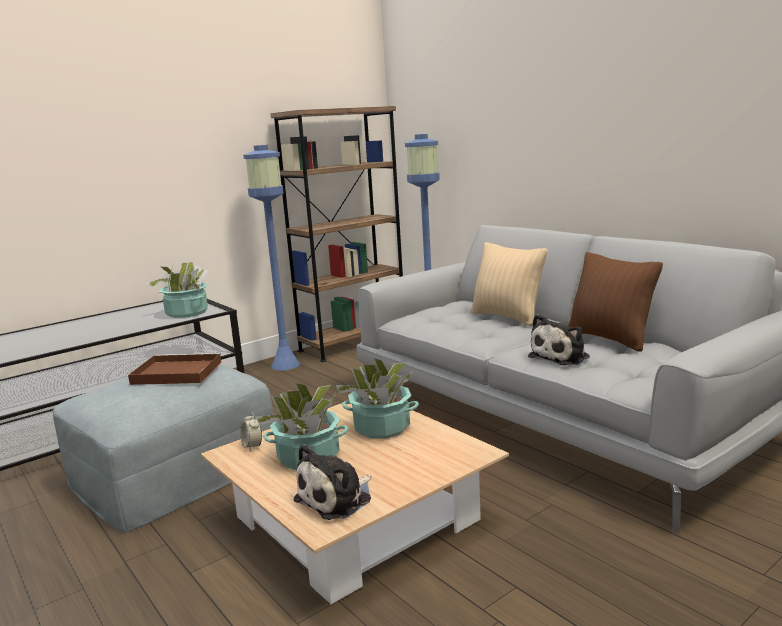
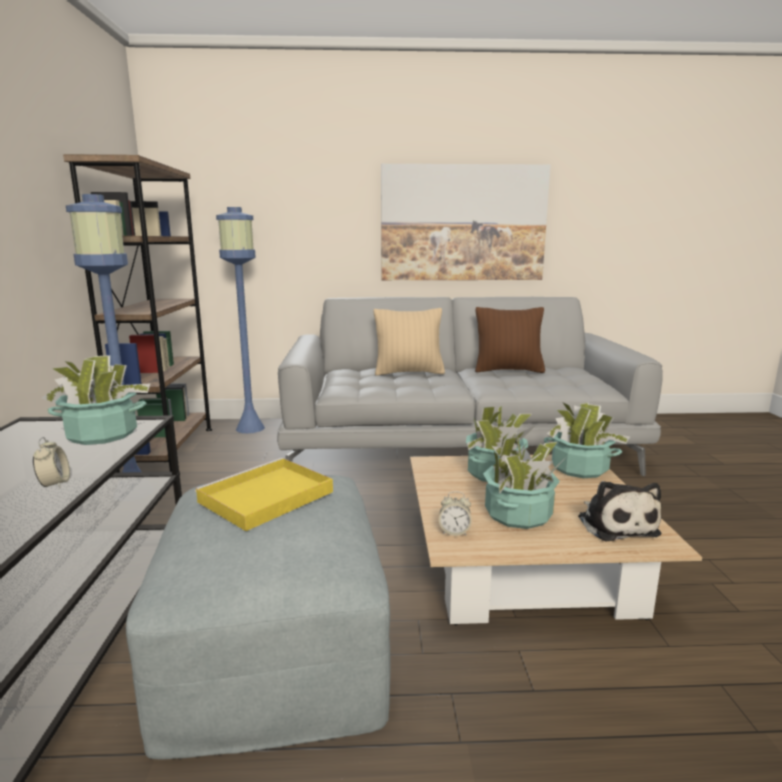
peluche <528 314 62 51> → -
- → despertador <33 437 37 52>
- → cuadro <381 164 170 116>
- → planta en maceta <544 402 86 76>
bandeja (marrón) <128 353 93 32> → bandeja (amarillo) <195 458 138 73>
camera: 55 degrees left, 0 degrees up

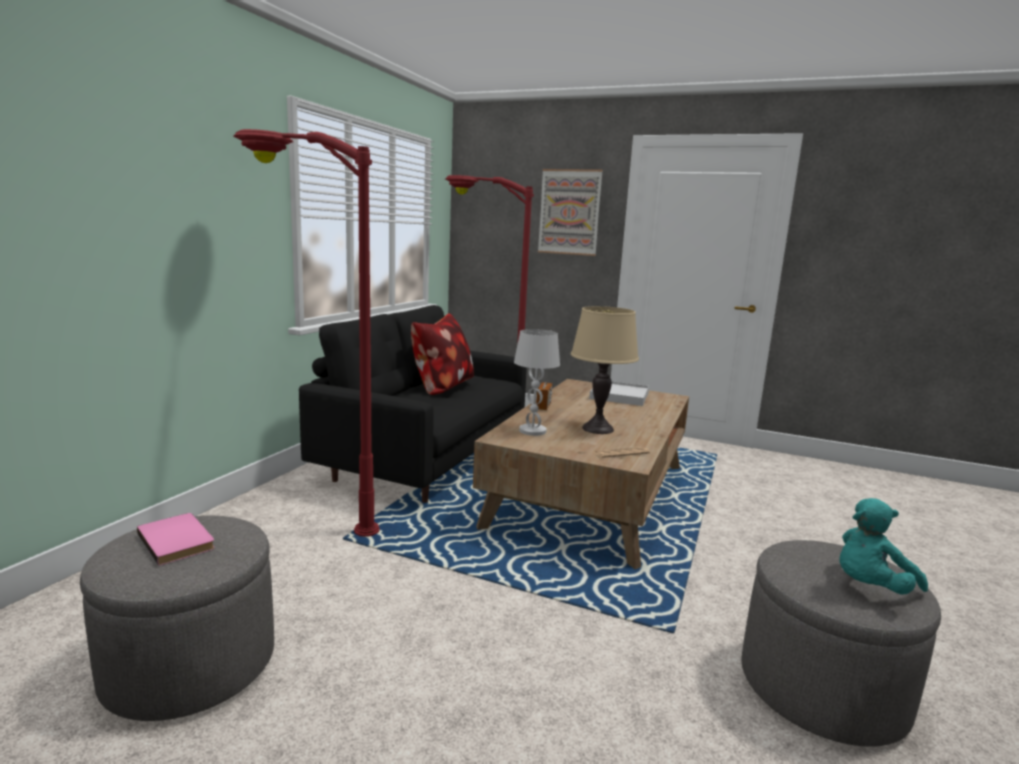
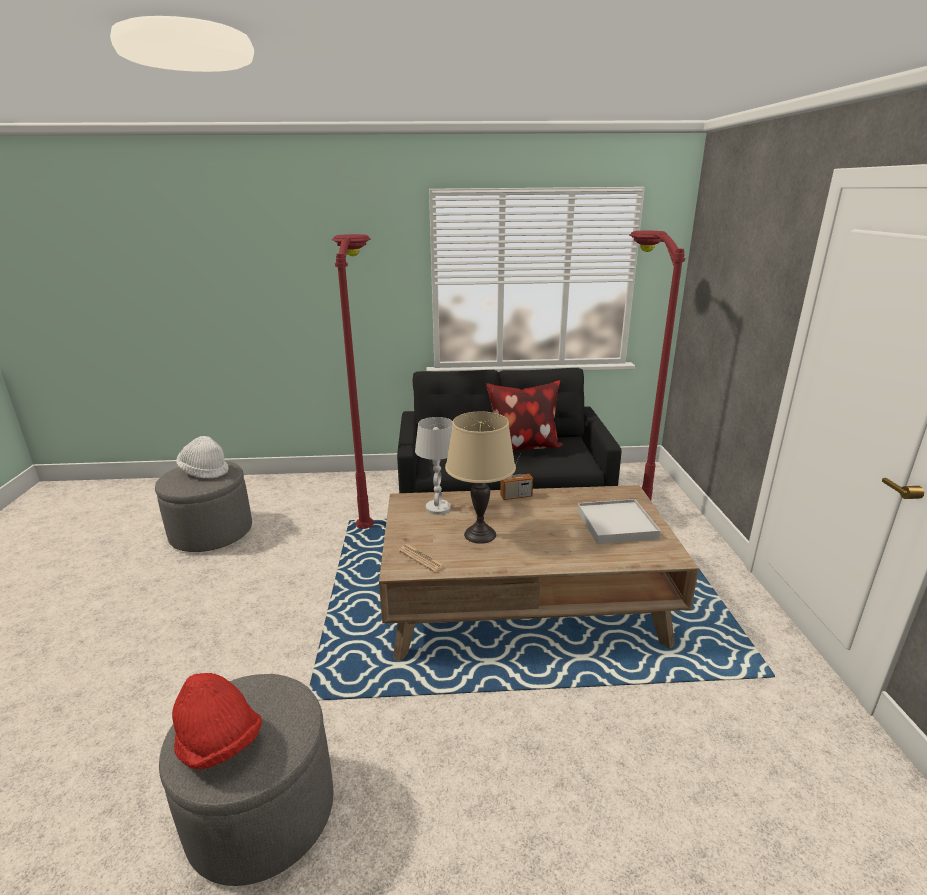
cuadro <538 169 65 87> → -
libro (rosa) <137 513 78 53> → sombrero (blanco) <176 436 53 43>
peluche (turquesa) <839 498 89 97> → sombrero (rojo) <172 673 90 97>
camera: 65 degrees right, 10 degrees up

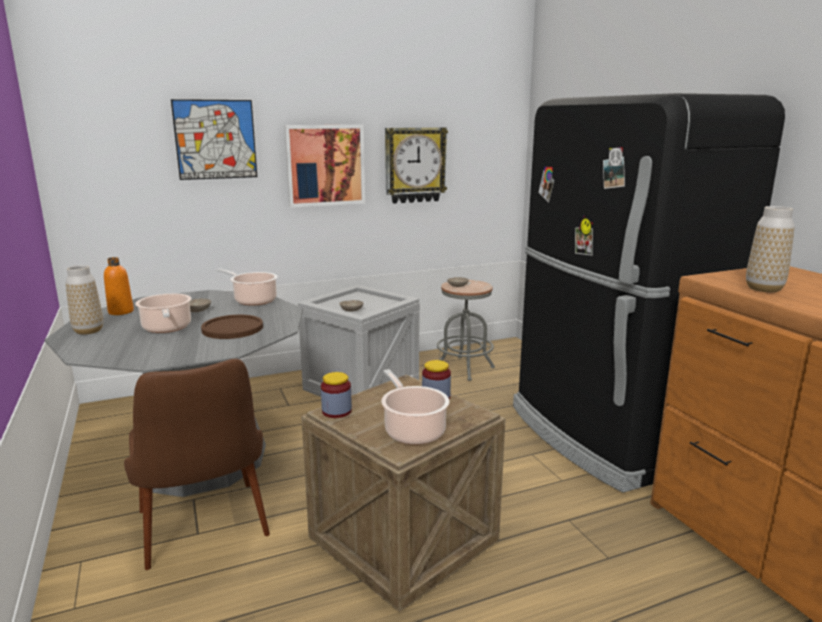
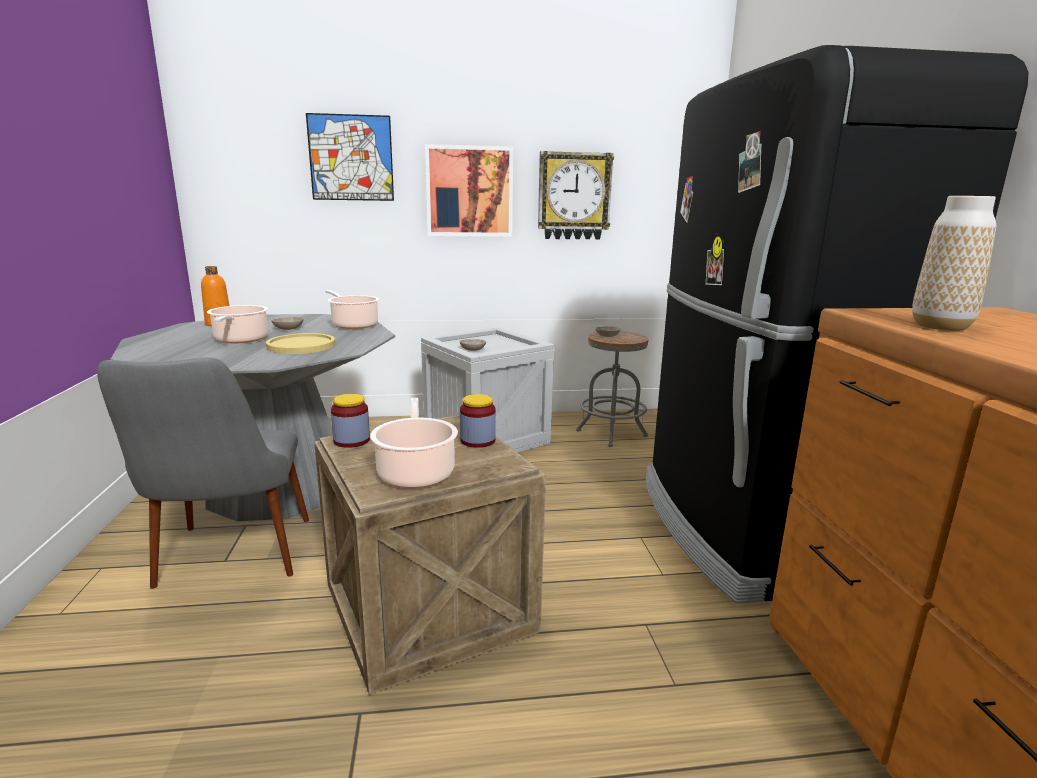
florero <66 265 37 70> → -
silla (marrón) <124 359 146 211> → silla (gris) <97 357 212 232>
plato (marrón) <201 315 62 24> → plato (amarillo) <266 333 69 21>
camera: 15 degrees right, 0 degrees up

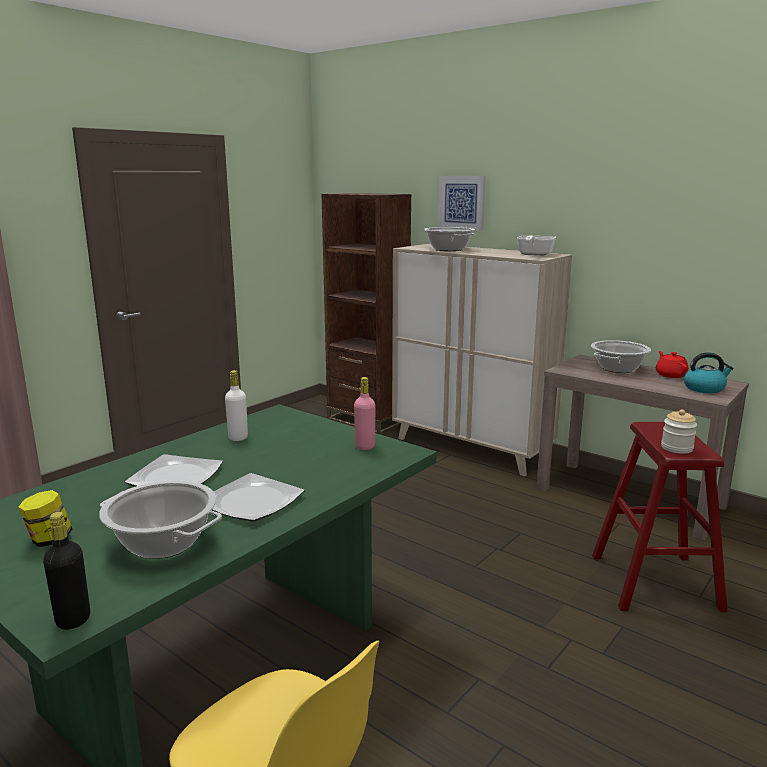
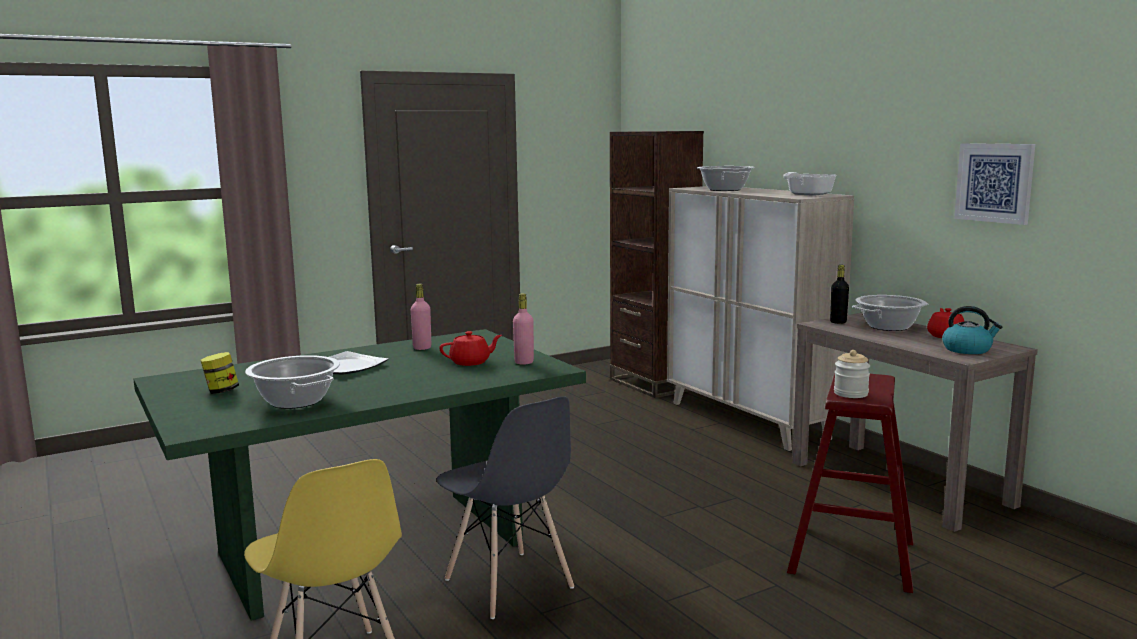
plato <212 473 92 48> → -
- → silla (gris) <437 396 137 223>
- → tetera (rojo) <439 331 63 35>
botella (negro) <43 512 47 118> → botella (negro) <830 265 19 59>, shifted
cuadro <438 176 48 55> → cuadro <954 143 81 82>, shifted
botella (blanco) <225 370 23 71> → botella (rosa) <411 284 20 66>
camera: 20 degrees right, 5 degrees down

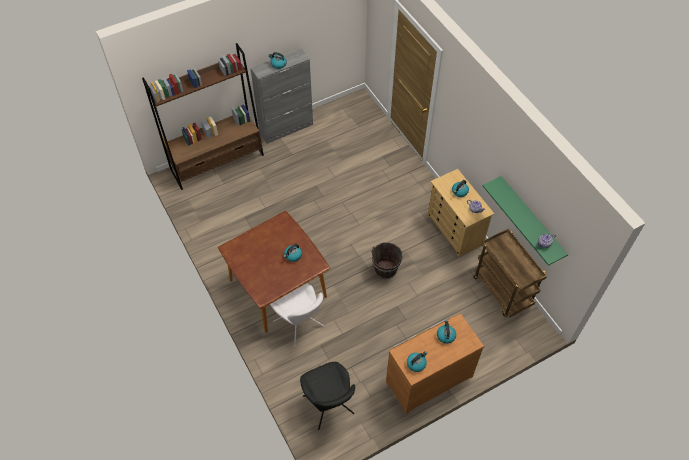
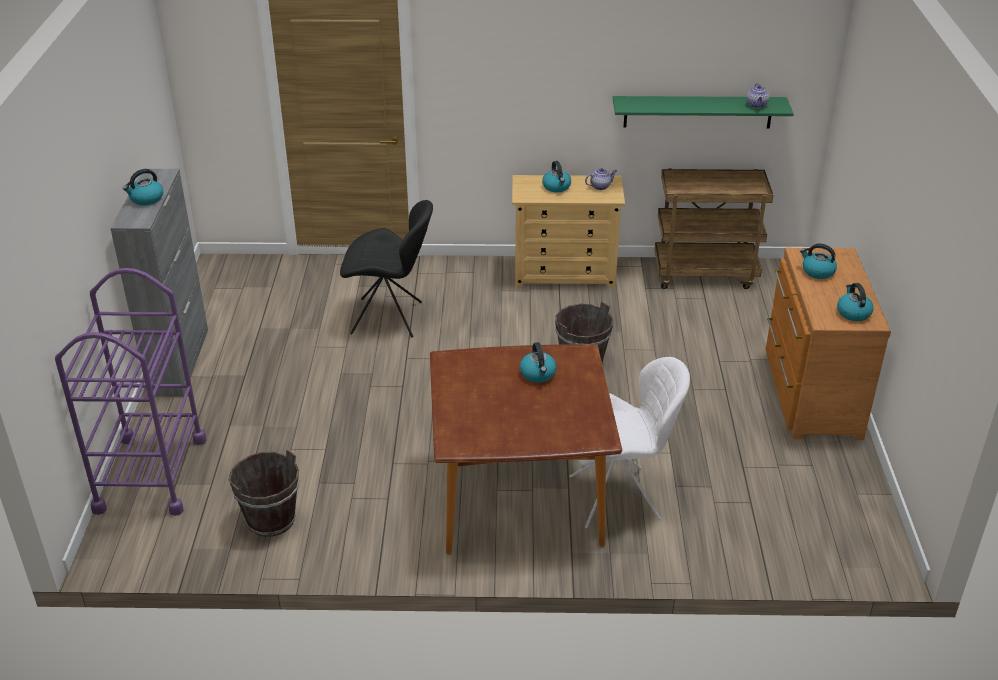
- → cubo (marrón) <229 449 71 88>
silla (negro) <300 362 55 68> → silla (negro) <340 200 93 137>, shifted
estantería (marrón) <142 43 122 147> → carrito (morado) <55 268 152 248>
camera: 60 degrees left, 20 degrees down

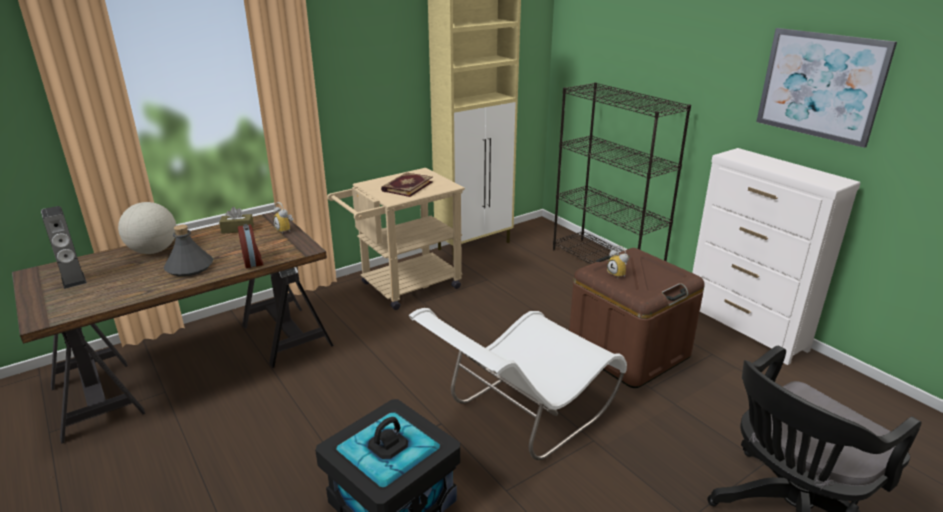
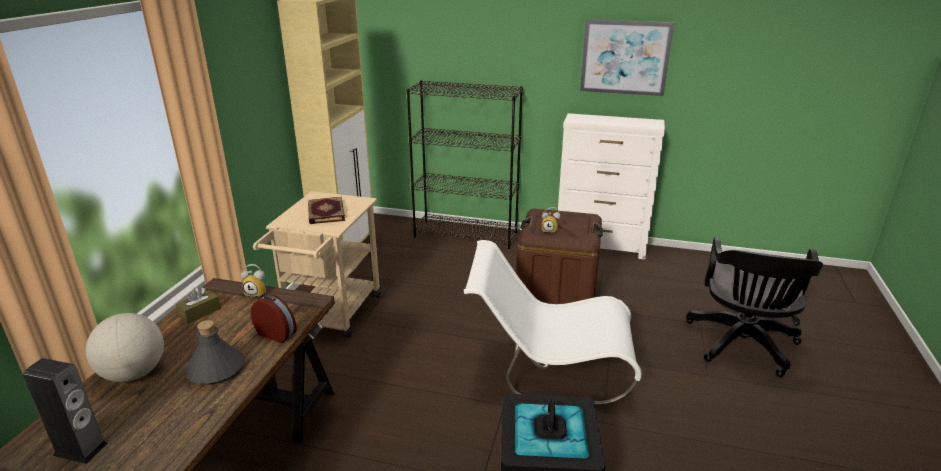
silla (blanco) <409 308 218 152> → silla (blanco) <464 240 178 165>, 90 degrees clockwise
camera: 40 degrees left, 0 degrees up

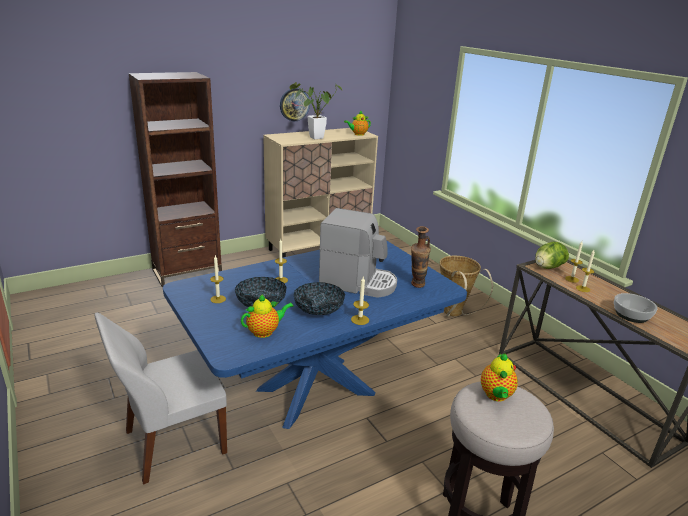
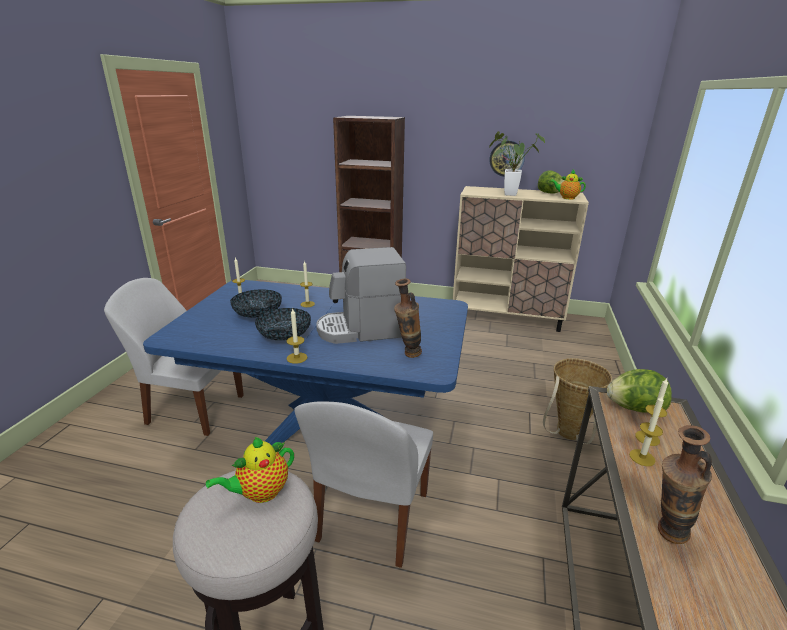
tetera <241 294 52 44> → -
- → silla (blanco) <294 401 139 167>
- → lechuga <538 170 27 24>
cuenco <614 293 44 30> → florero <658 425 54 119>
cafetera <319 208 78 90> → cafetera <316 247 90 97>, 105 degrees clockwise
camera: 45 degrees right, 0 degrees up

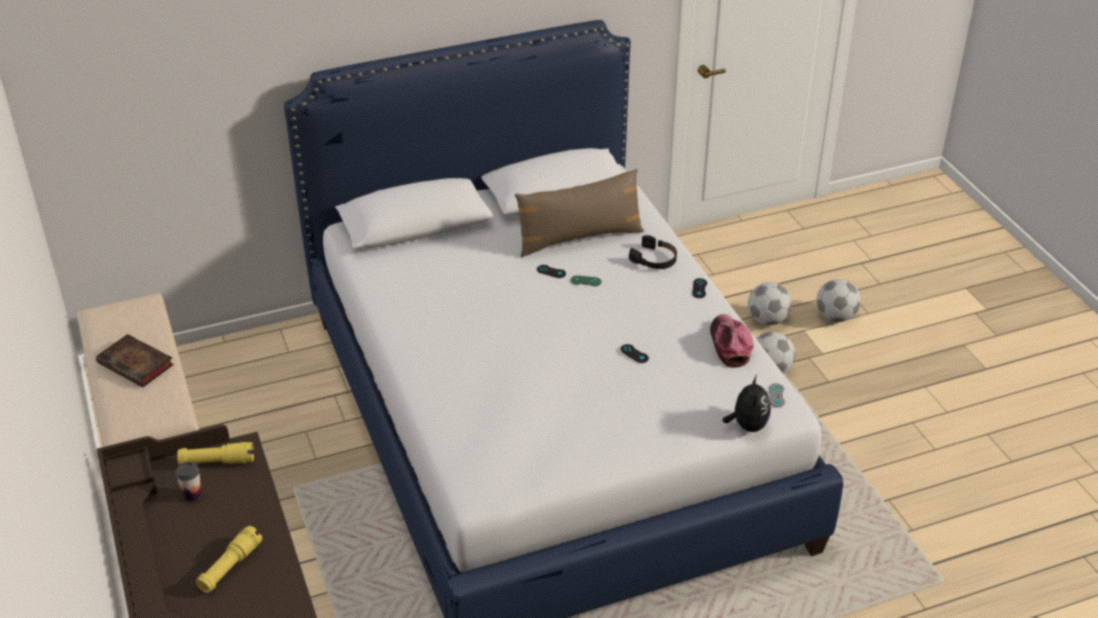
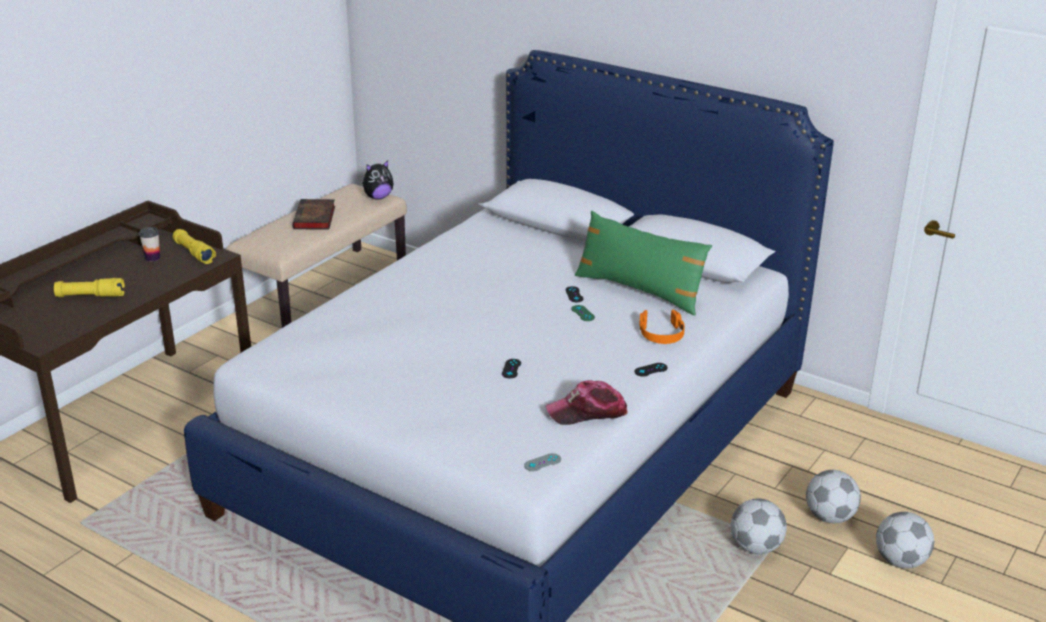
peluche <722 375 49 57> → peluche <363 160 31 40>, shifted
cojín (marrón) <515 169 129 88> → cojín (verde) <575 211 137 104>
auriculares (negro) <629 235 48 34> → auriculares (naranja) <639 309 46 35>
gorra <710 314 44 54> → gorra <545 380 82 45>, 150 degrees counterclockwise
camera: 55 degrees right, 10 degrees down

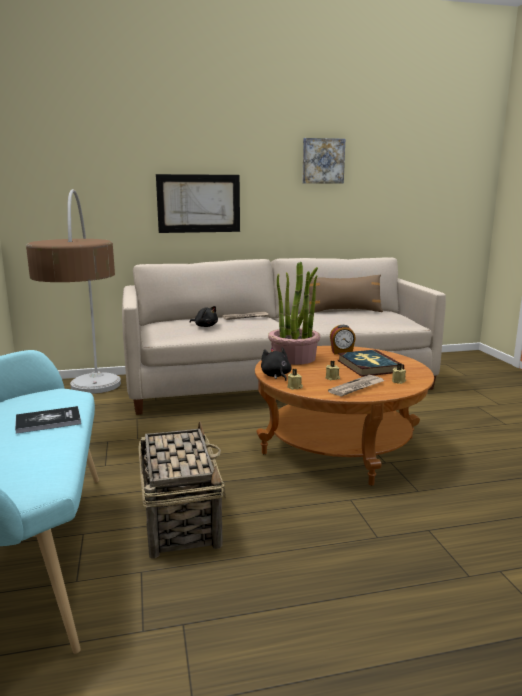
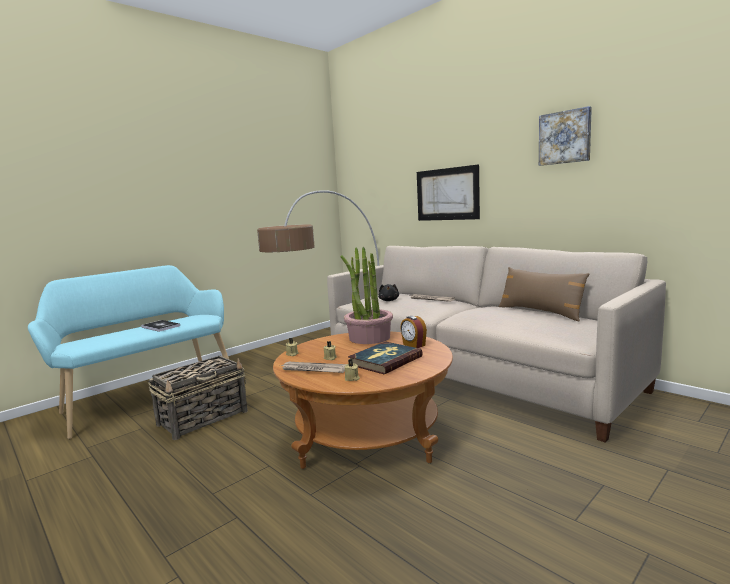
peluche (negro) <261 347 31 34> → -
camera: 60 degrees right, 5 degrees down

